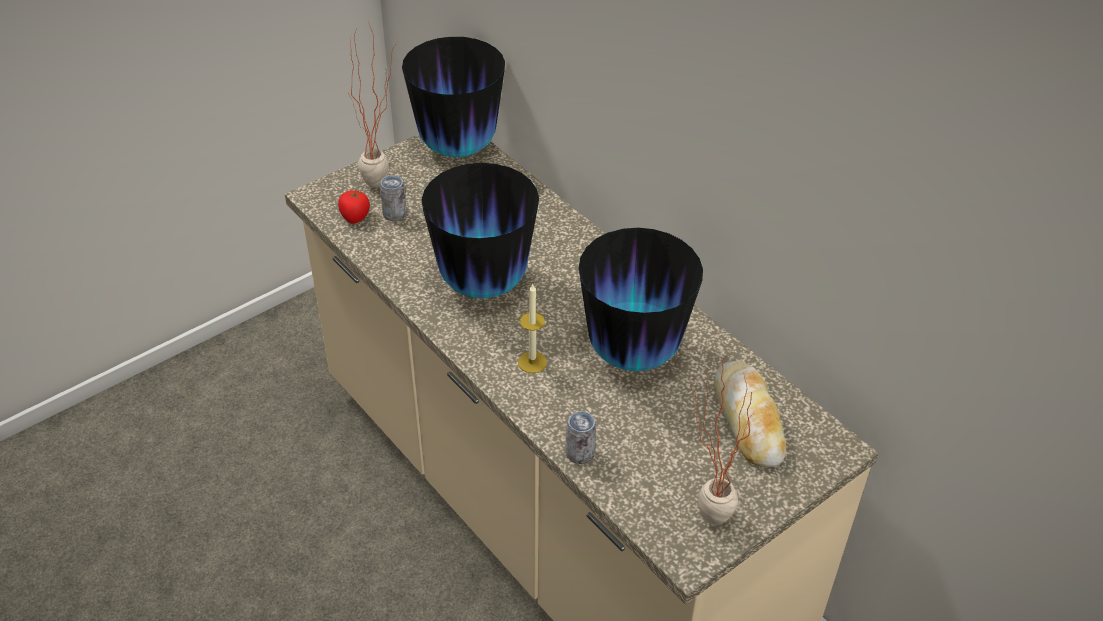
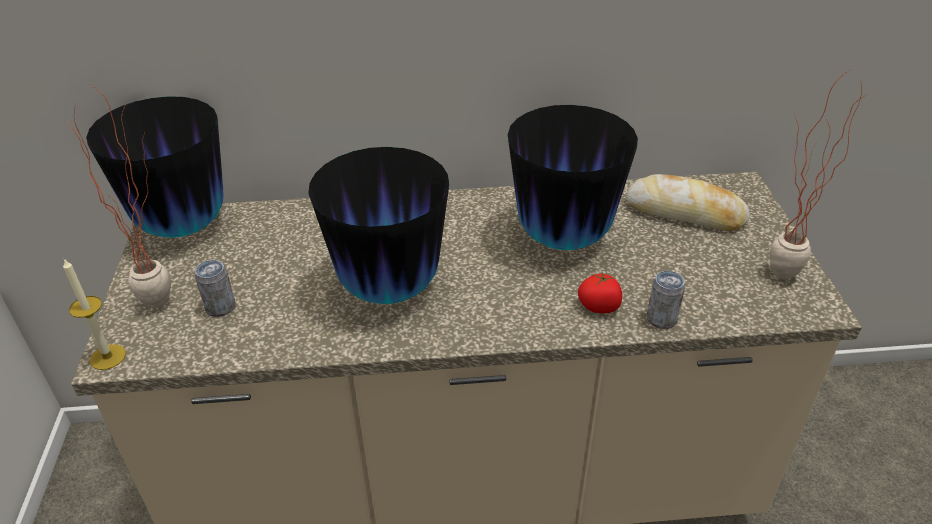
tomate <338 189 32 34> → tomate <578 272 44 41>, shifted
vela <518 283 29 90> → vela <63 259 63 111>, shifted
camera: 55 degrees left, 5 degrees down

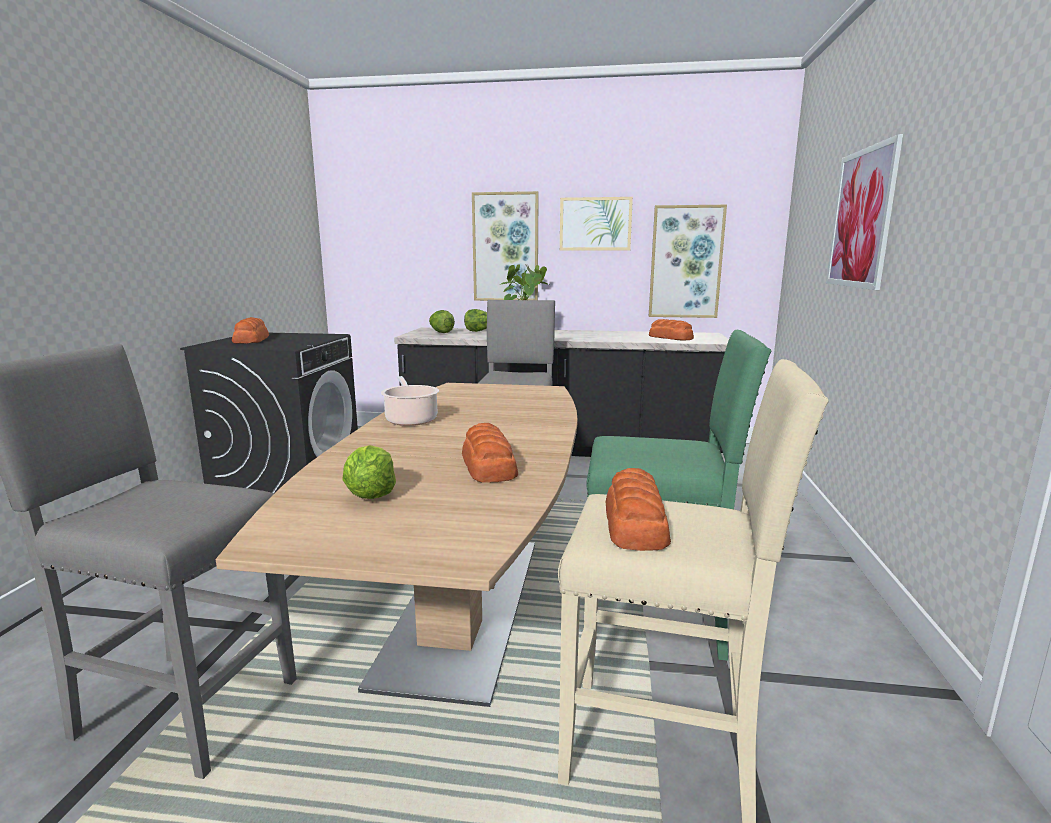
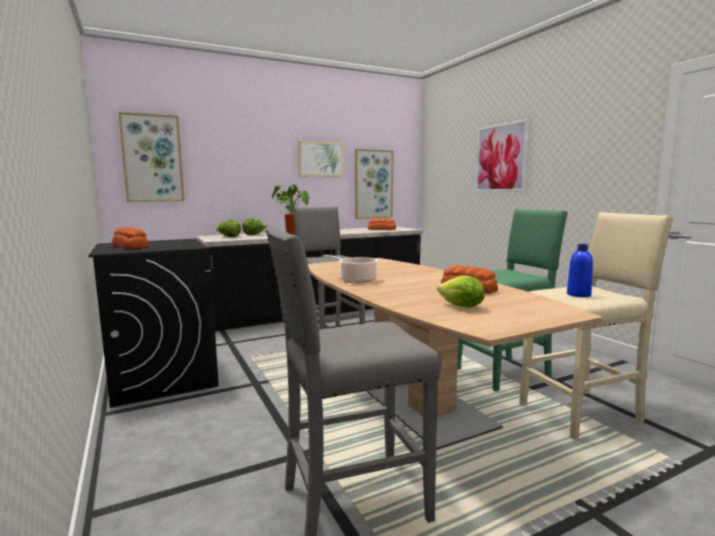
cuadro <472 191 67 110> → cuadro <118 112 67 90>, shifted
pan <605 468 66 83> → botella (azul) <567 244 26 53>
camera: 35 degrees left, 5 degrees down

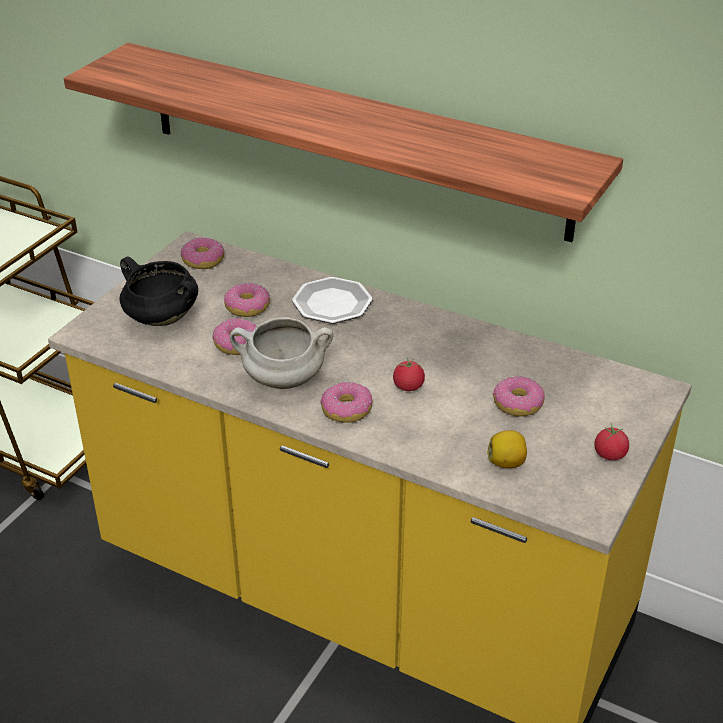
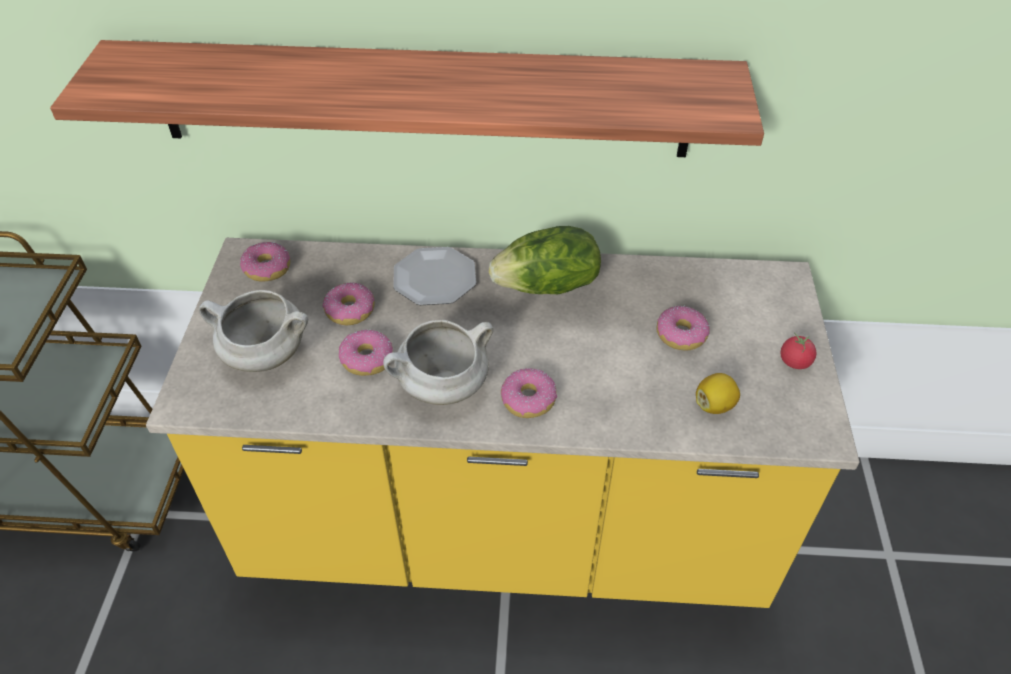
tomate <393 357 32 34> → -
- → lechuga <489 226 112 68>
olla (negro) <120 256 78 70> → olla (blanco) <199 290 109 82>
camera: 25 degrees left, 10 degrees up

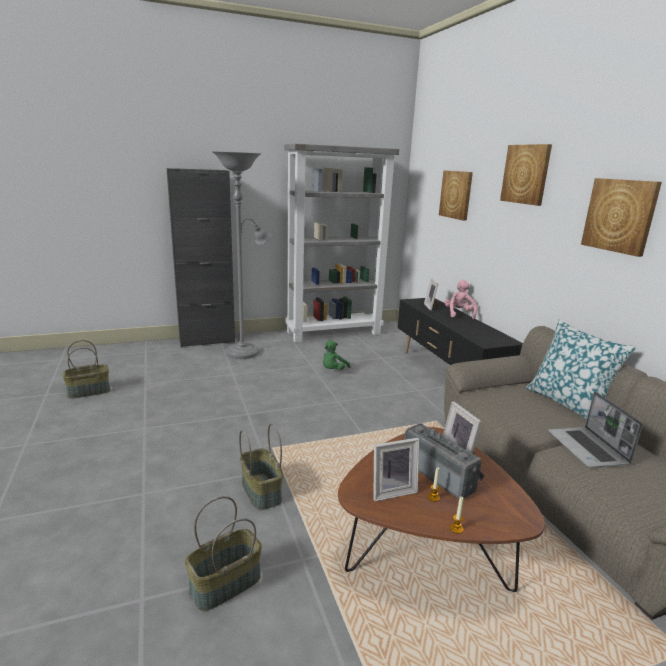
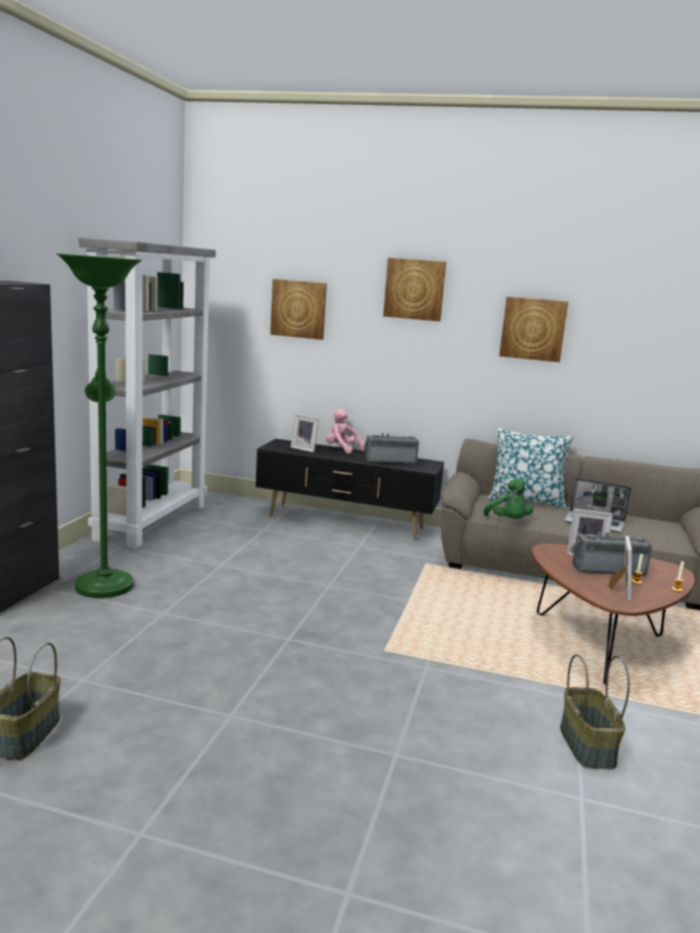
cesta <239 423 44 87> → -
- → radio <364 433 55 31>
peluche (verde) <323 340 27 30> → peluche (verde) <483 478 50 41>, shifted
lámpara de pie (gris) <212 151 60 208> → lámpara de pie (verde) <57 254 85 344>
camera: 55 degrees left, 5 degrees down

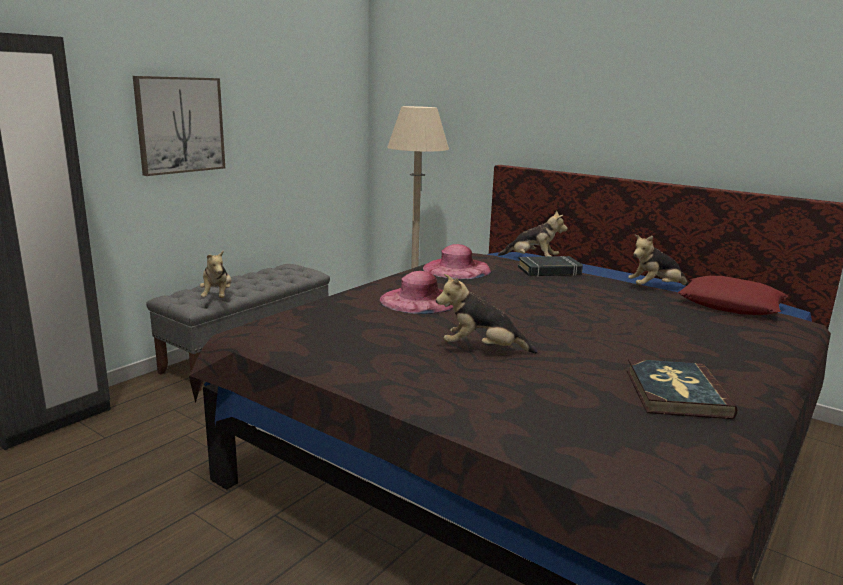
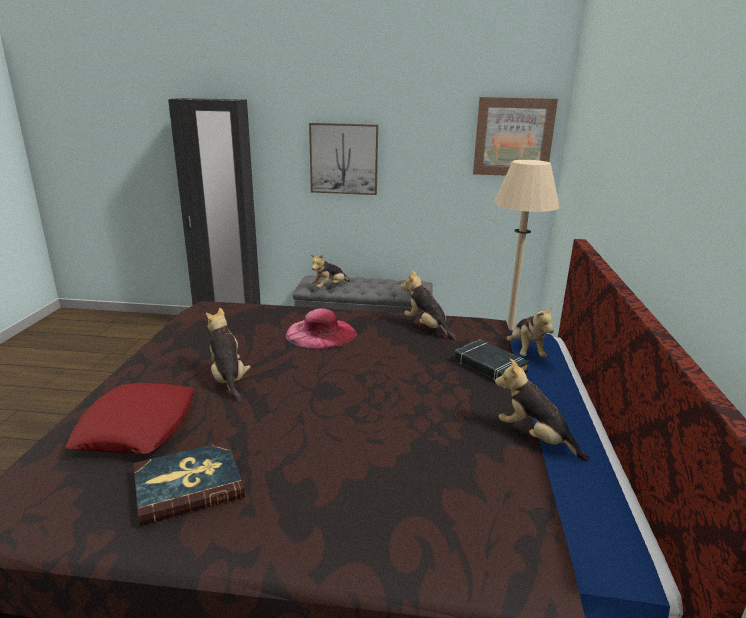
- → cuadro <473 97 85 79>
cojín (rojo) <678 276 110 39> → cojín (rojo) <65 383 130 71>, shifted
sombrero (rosa) <423 244 68 35> → peluche <401 270 56 70>
camera: 60 degrees right, 5 degrees up

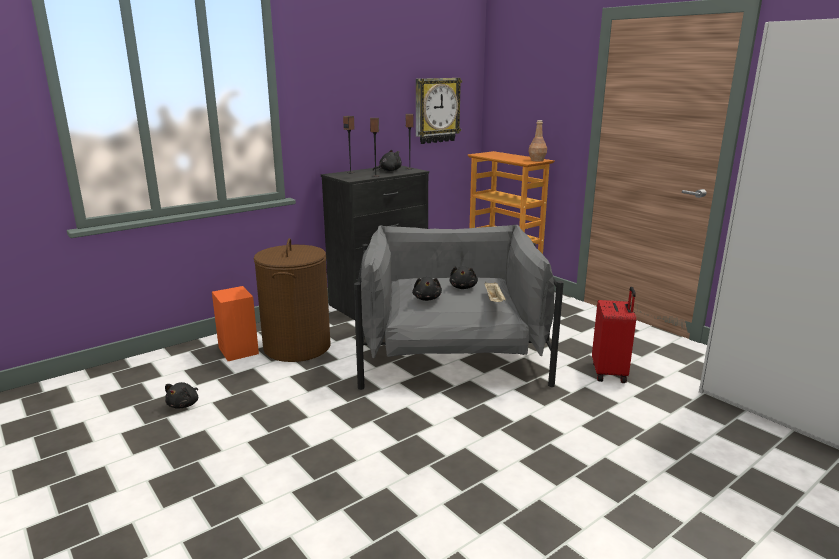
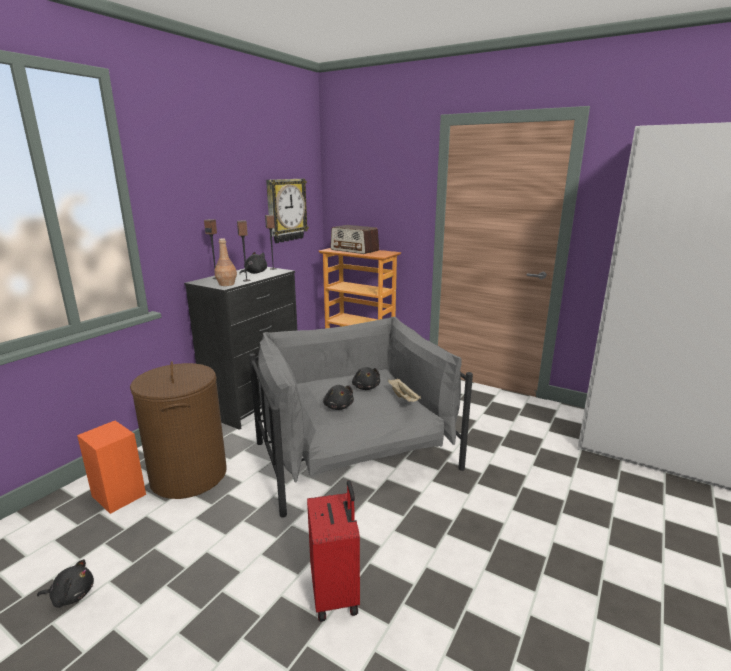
- → radio <330 225 49 29>
botella (marrón) <528 120 19 41> → botella (marrón) <214 238 23 48>, shifted
maleta (rojo) <592 287 44 96> → maleta (rojo) <307 480 53 142>, shifted
peluche (negro) <165 382 33 26> → peluche (negro) <37 559 57 49>, 90 degrees counterclockwise
camera: 20 degrees left, 0 degrees up

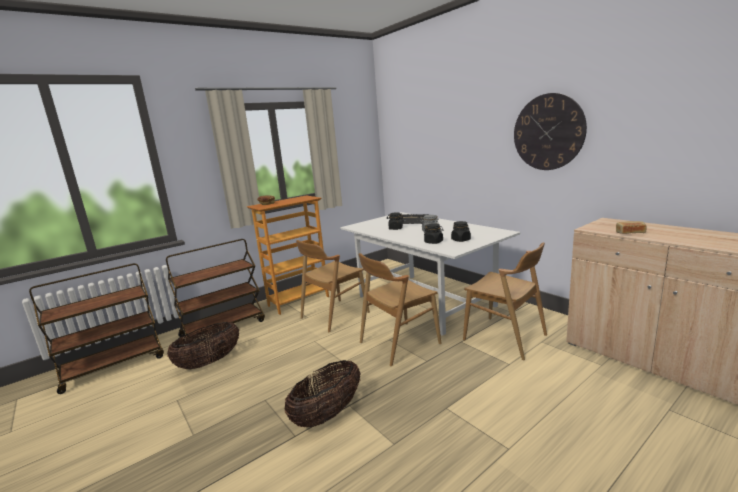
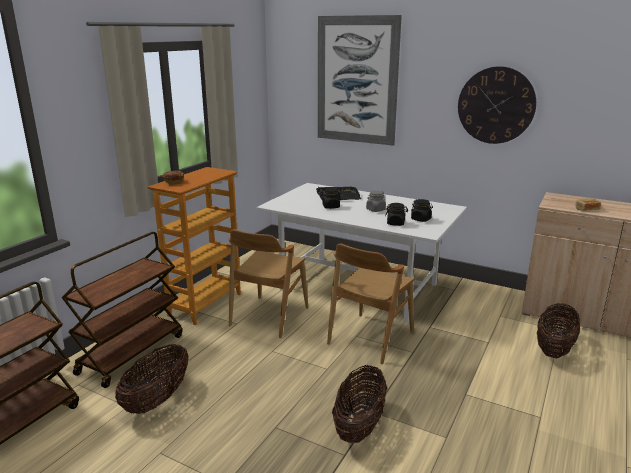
silla (marrón) <463 242 84 118> → -
- → cuadro <318 15 84 131>
- → cesta <537 303 43 55>
camera: 25 degrees left, 5 degrees up

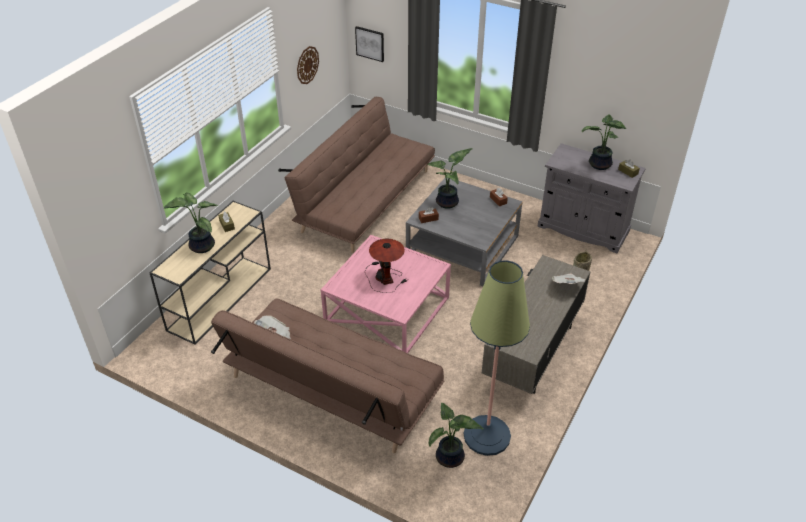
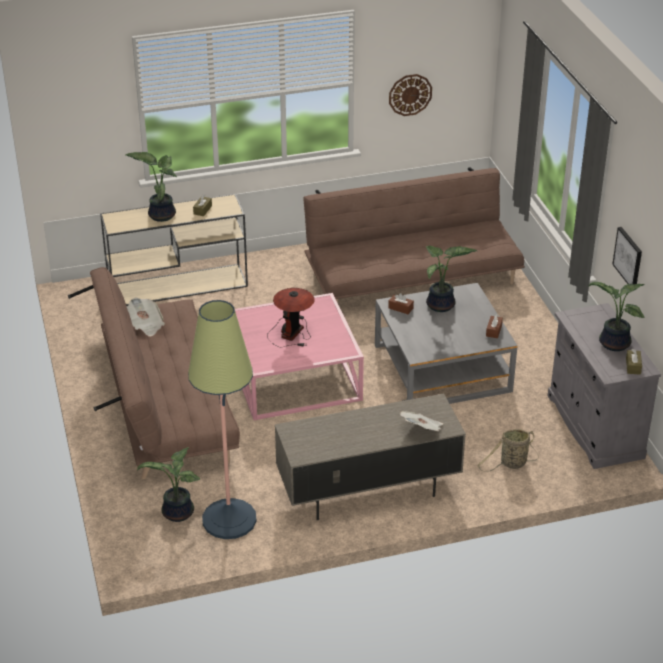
cuadro <355 26 29 36> → cuadro <612 227 30 57>, shifted
camera: 45 degrees right, 5 degrees down

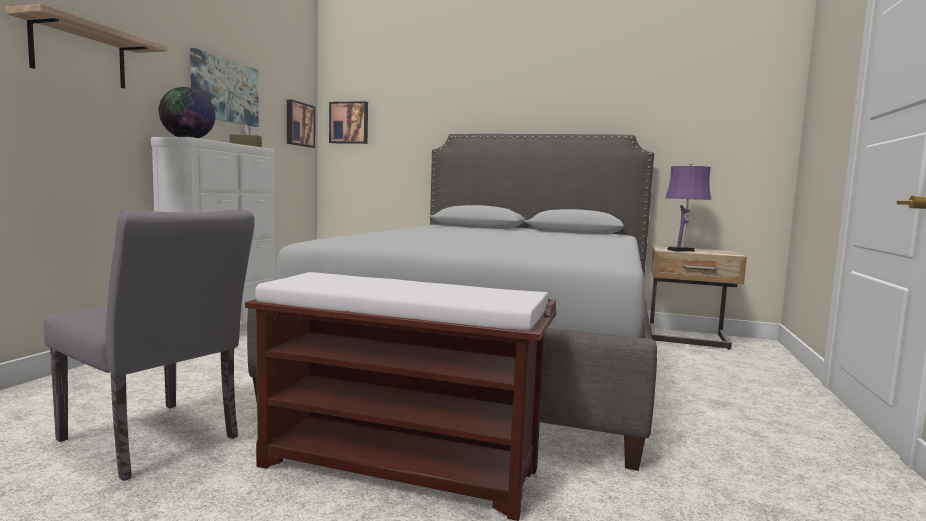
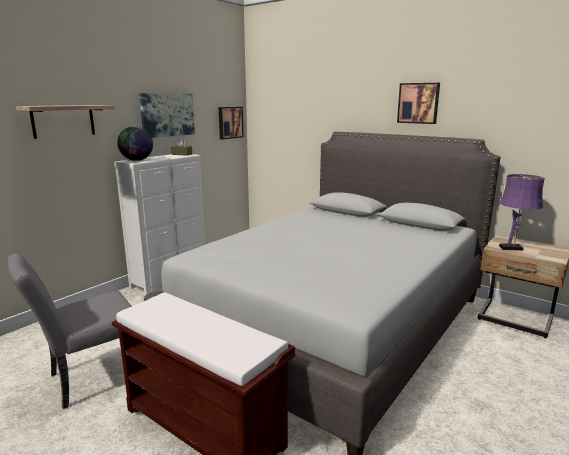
cuadro <329 101 39 43> → cuadro <397 83 43 41>, shifted
silla (gris) <44 210 211 271> → silla (gris) <8 253 124 156>, 90 degrees clockwise
camera: 20 degrees right, 10 degrees up

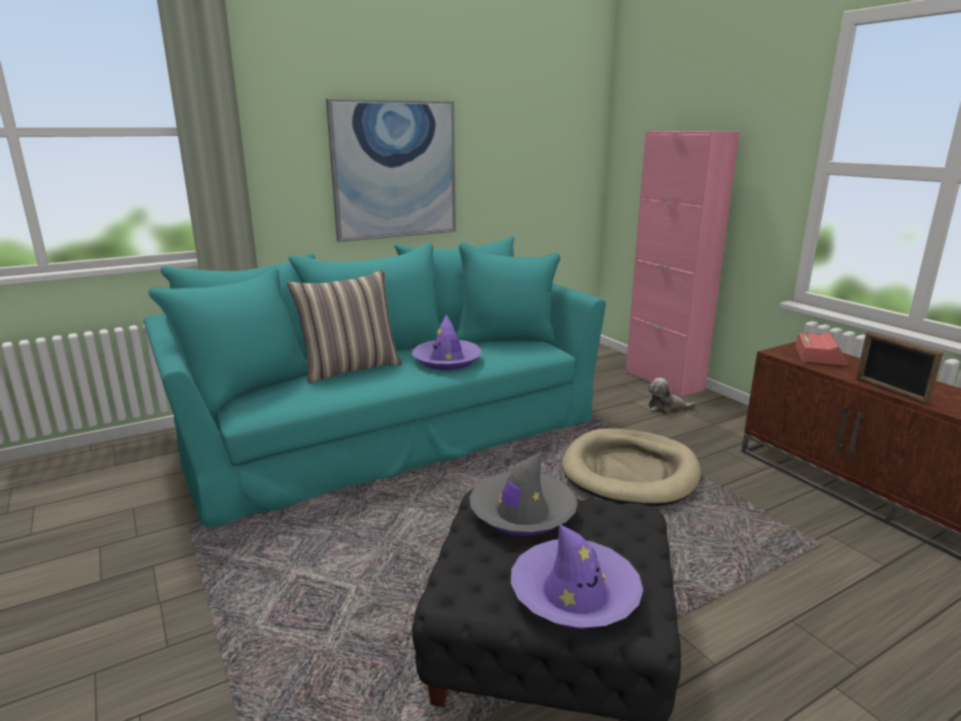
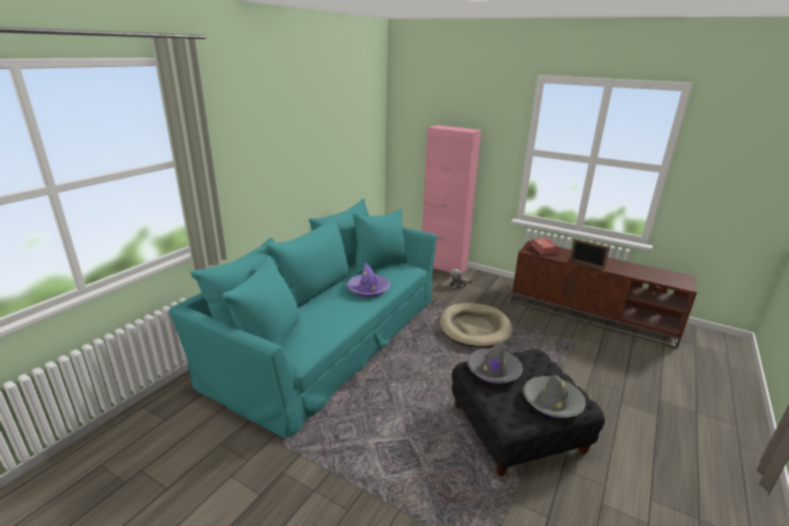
cojín <287 270 115 113> → -
cuadro <326 99 130 143> → -
sombrero (morado) <511 524 132 105> → sombrero (gris) <523 374 63 44>
camera: 30 degrees left, 5 degrees up

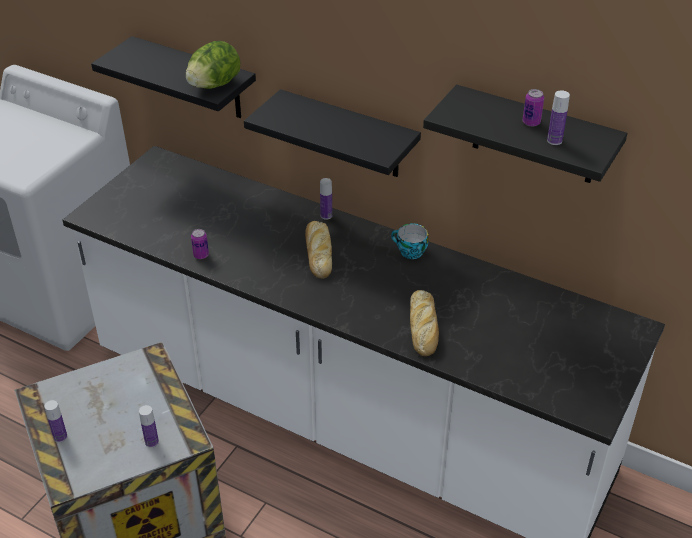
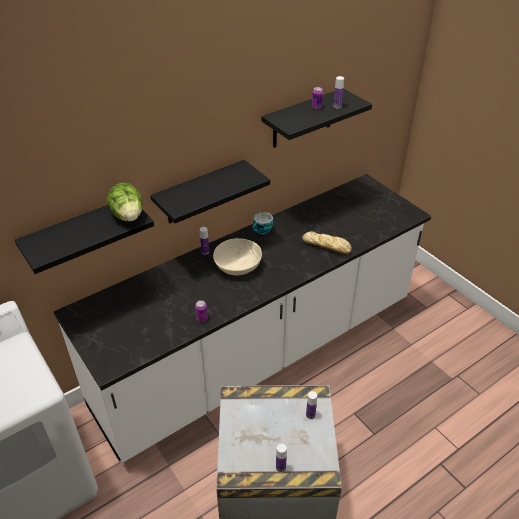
pan <305 221 27 58> → cuenco (beis) <213 238 49 37>
camera: 65 degrees left, 0 degrees up

